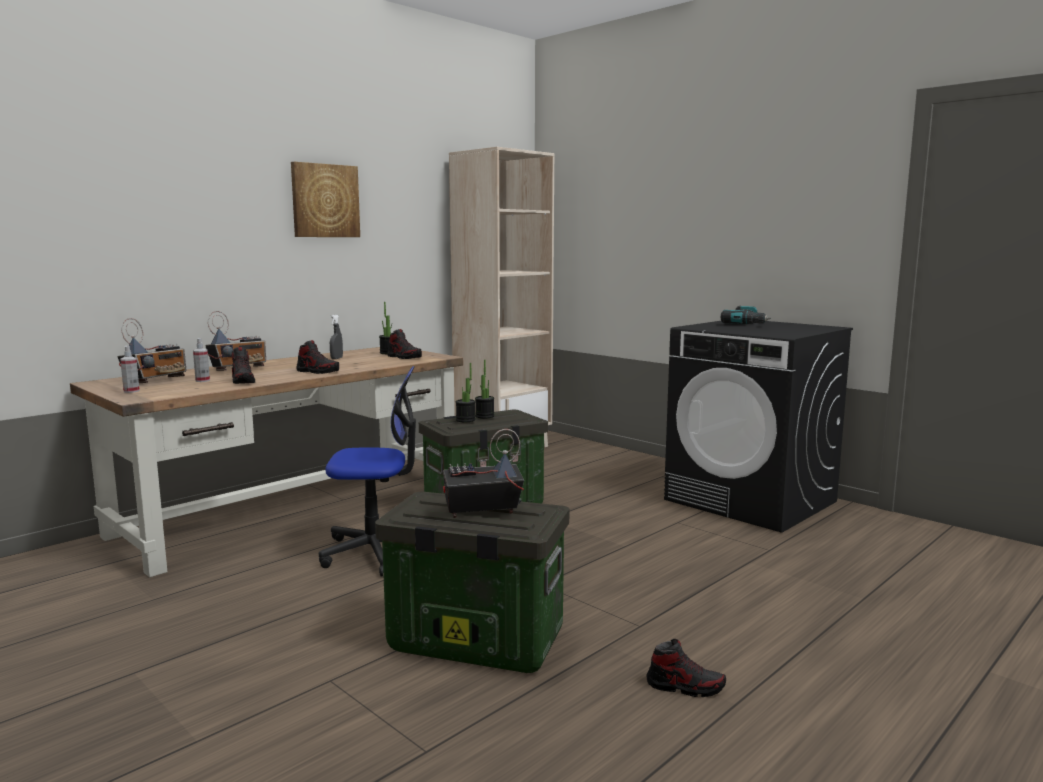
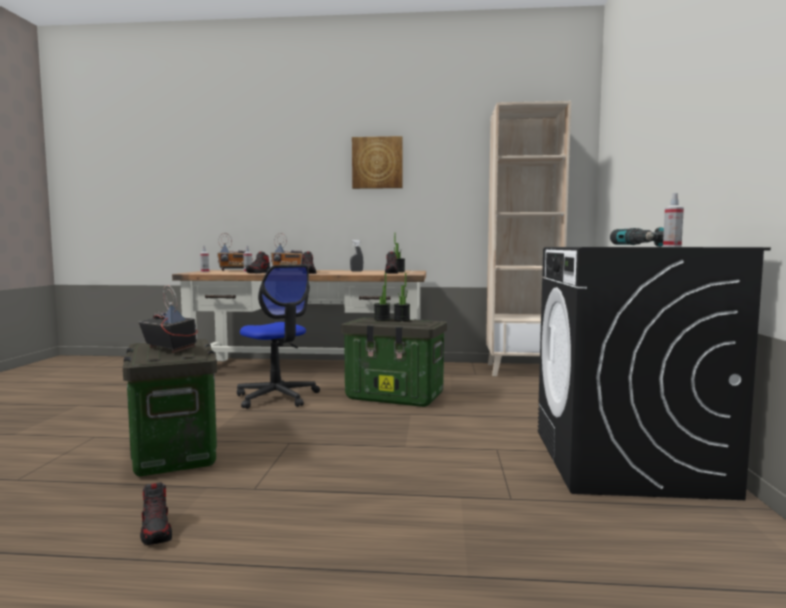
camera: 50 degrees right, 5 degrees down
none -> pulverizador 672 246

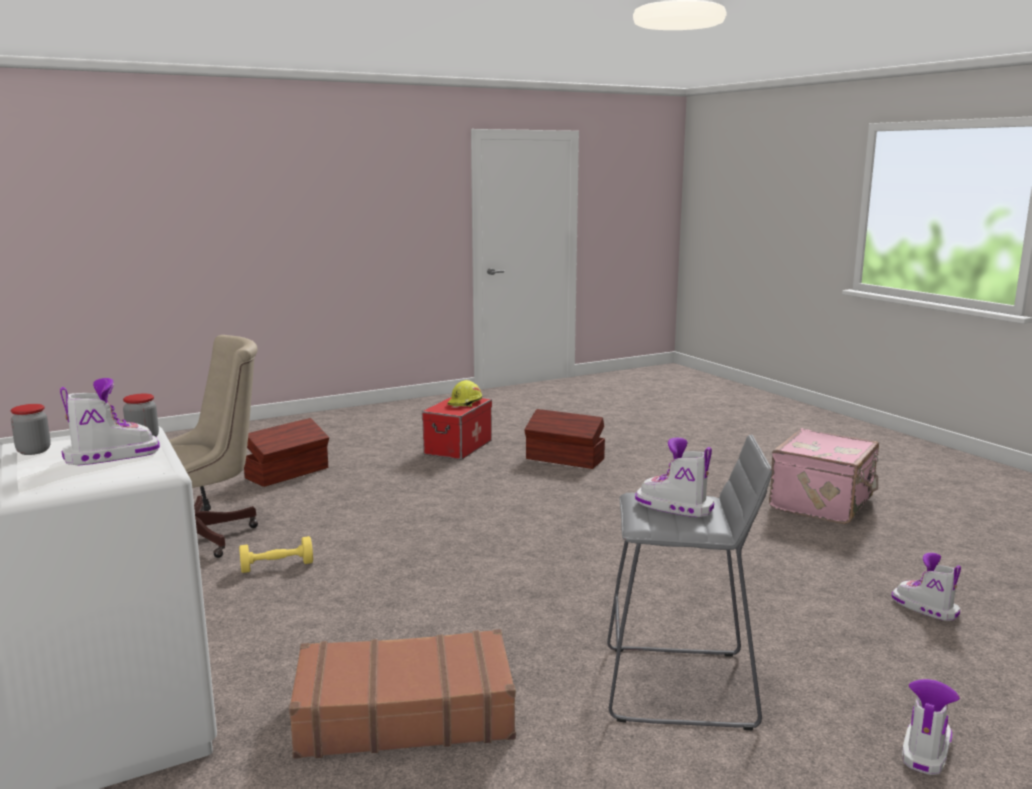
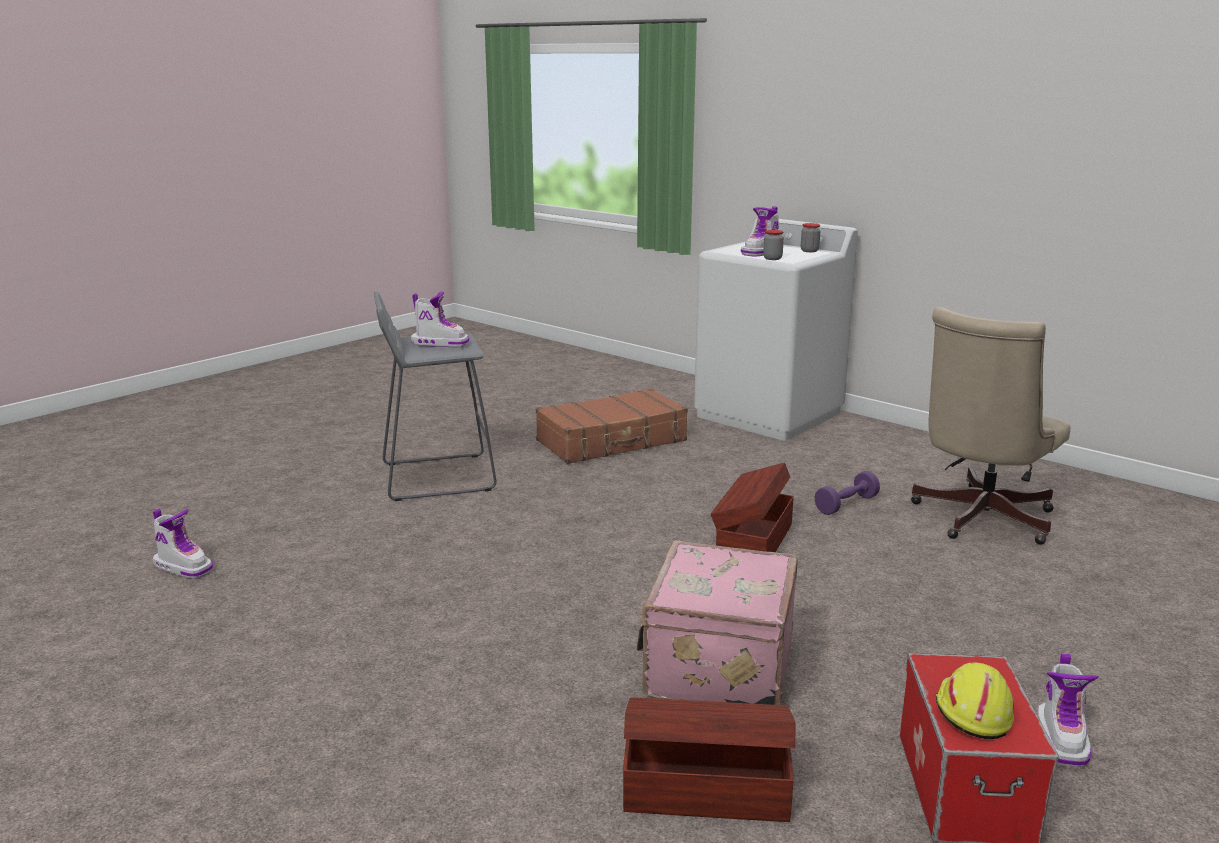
camera: 160 degrees right, 5 degrees up
caja de almacenaje [marrón] 288 473 -> caja de almacenaje [marrón] 752 542, shifted
maleta [rosa] 823 504 -> maleta [rosa] 716 668, shifted
bota 925 750 -> bota 1062 740, shifted
mancuerna [amarillo] 277 566 -> mancuerna [morado] 846 505

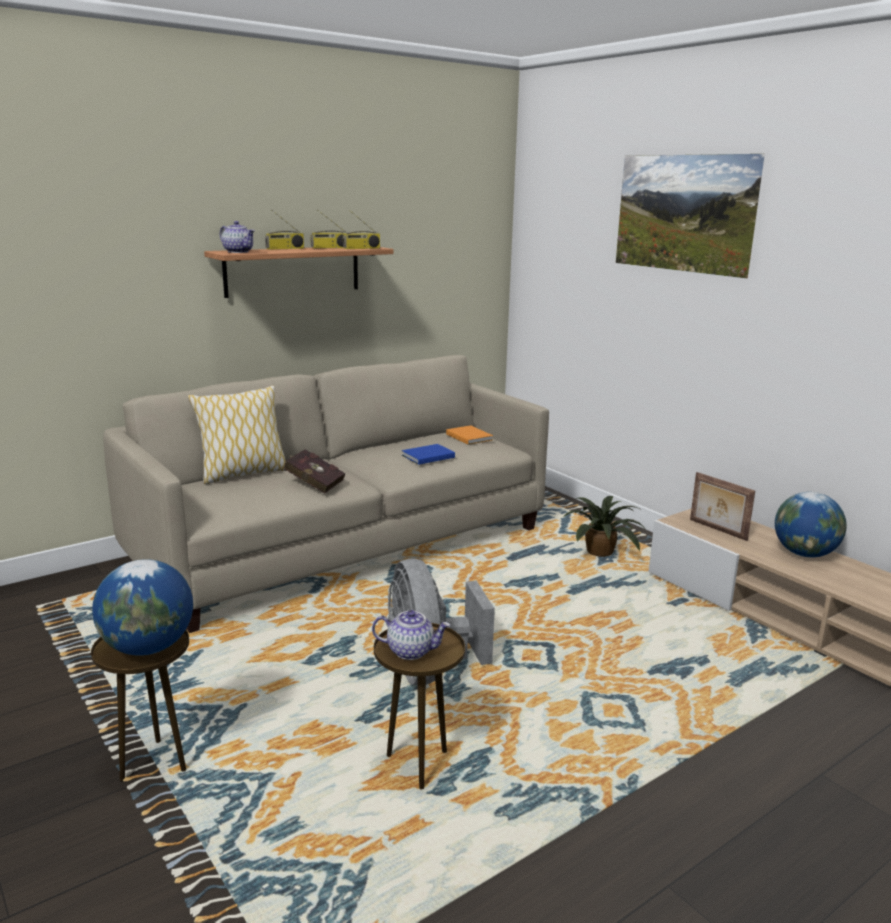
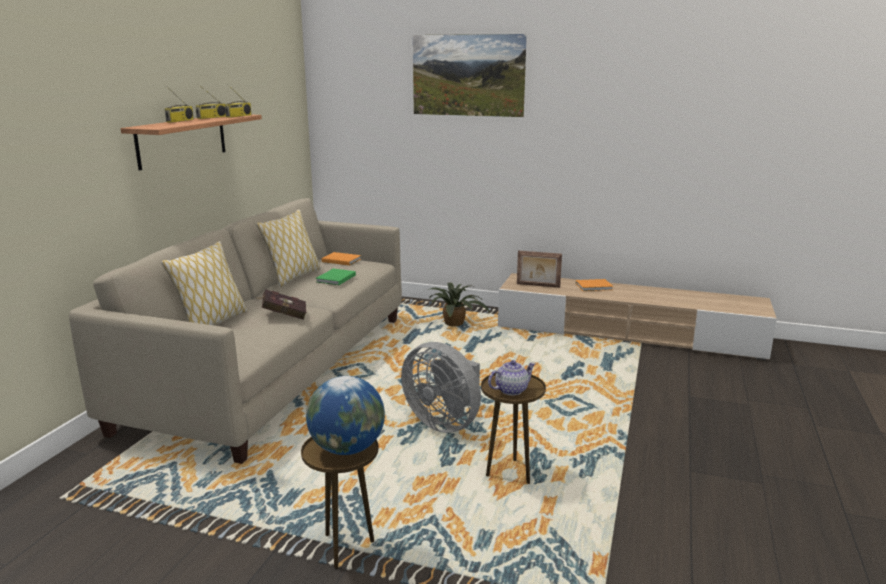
camera: 35 degrees left, 0 degrees up
tetera 238 252 -> none
none -> cojín 293 277
globo terráqueo 804 554 -> libro [naranja] 595 287
libro [azul] 426 456 -> libro [verde] 335 279

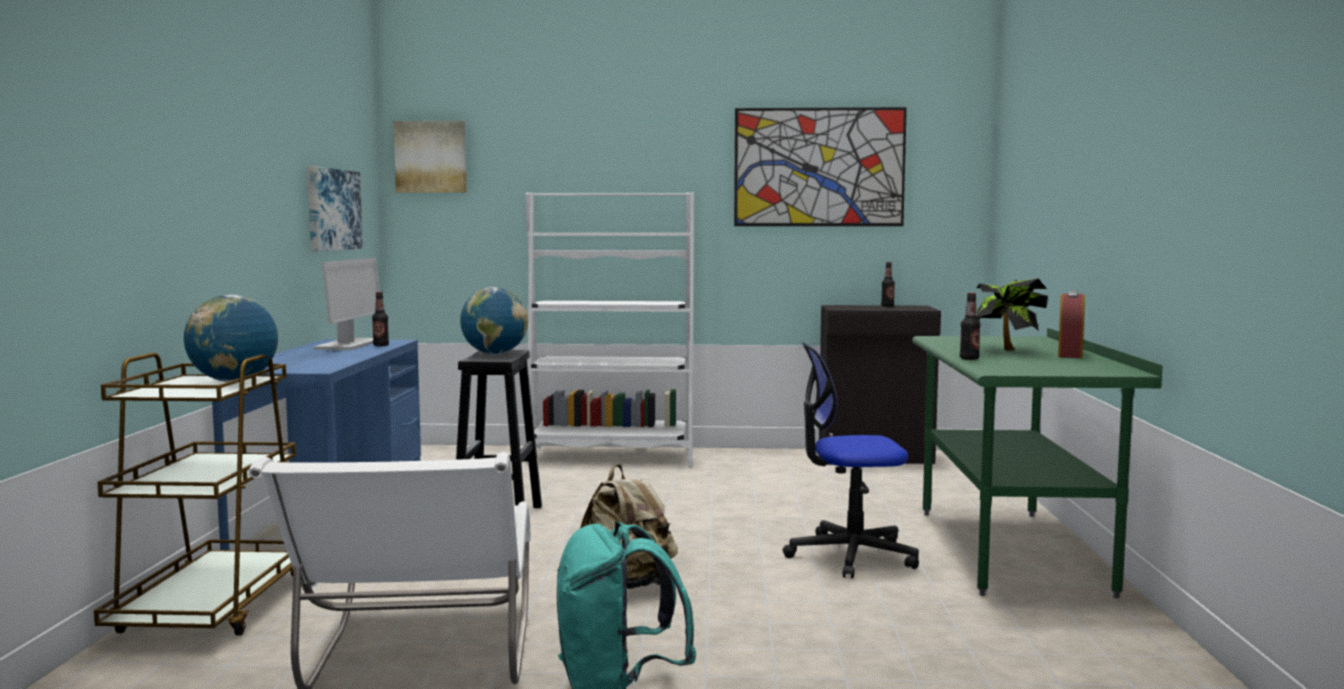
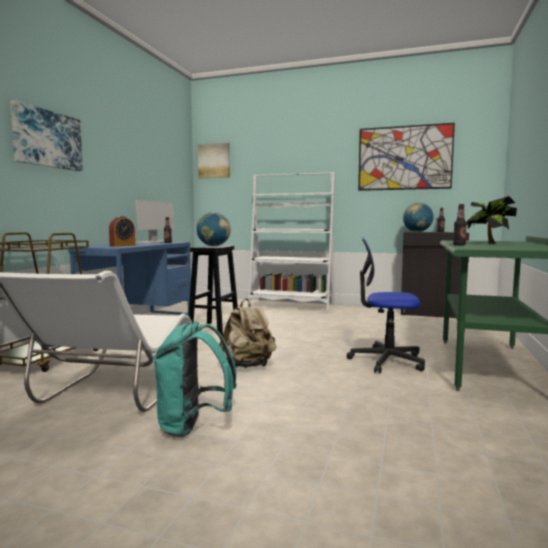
camera: 15 degrees right, 0 degrees up
globo terráqueo 234 381 -> globo terráqueo 417 232, shifted
cuadro 332 209 -> cuadro 47 139, shifted
despertador 1070 354 -> despertador 122 245, shifted

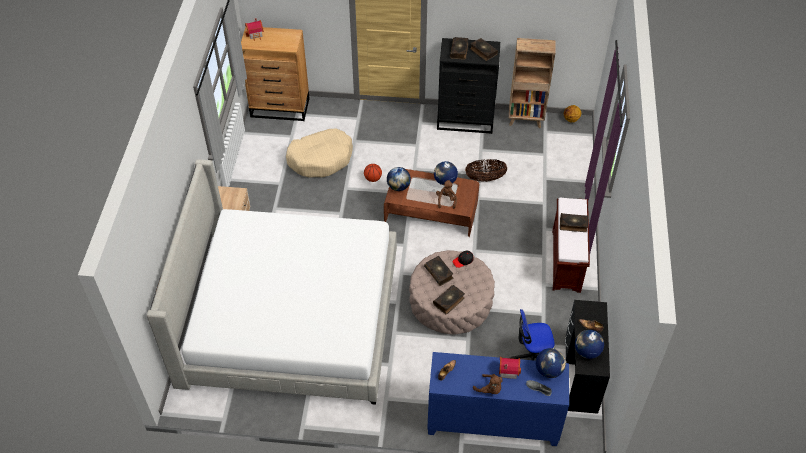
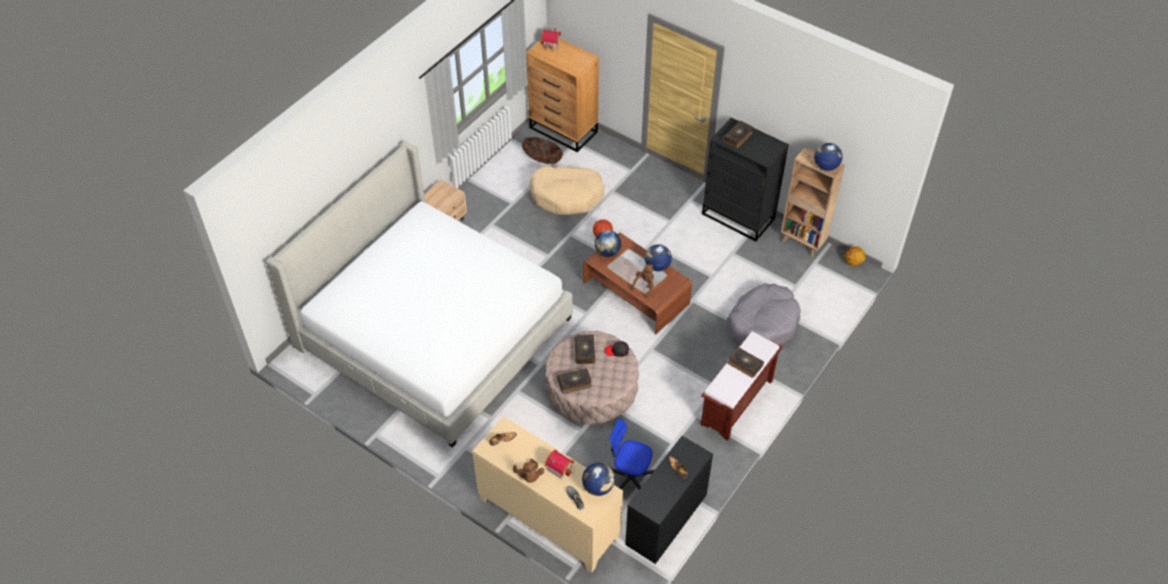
camera: 30 degrees right, 0 degrees up
libro 483 52 -> none
none -> cama para perro [gris] 762 324
cesta 485 178 -> cesta 542 159, shifted
globo terráqueo 587 351 -> globo terráqueo 825 166, shifted
armario [azul] 492 421 -> armario [beis] 548 518

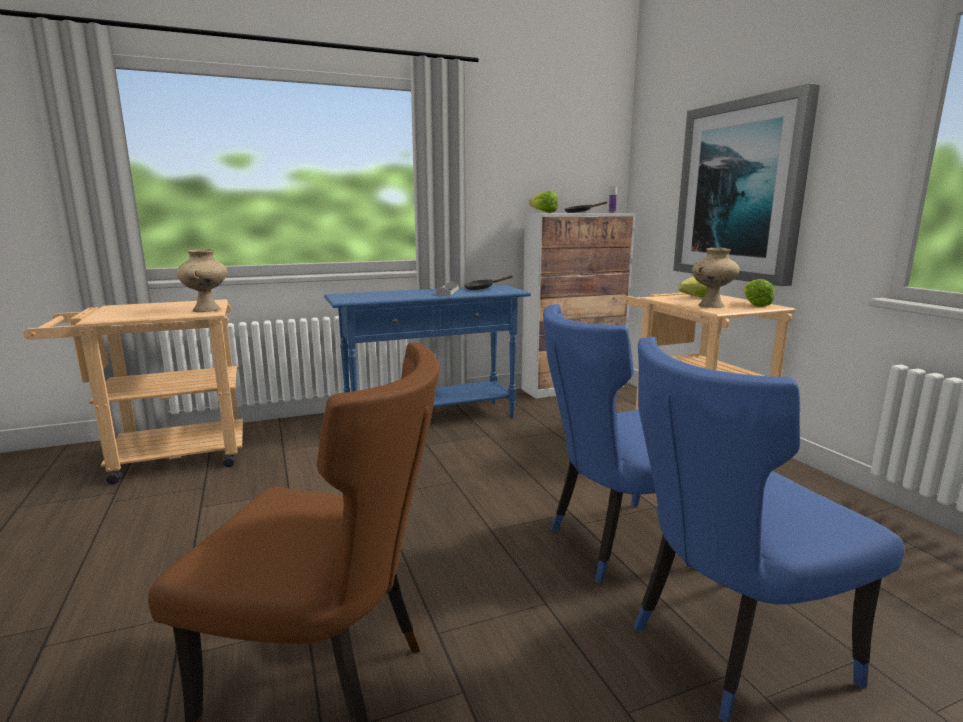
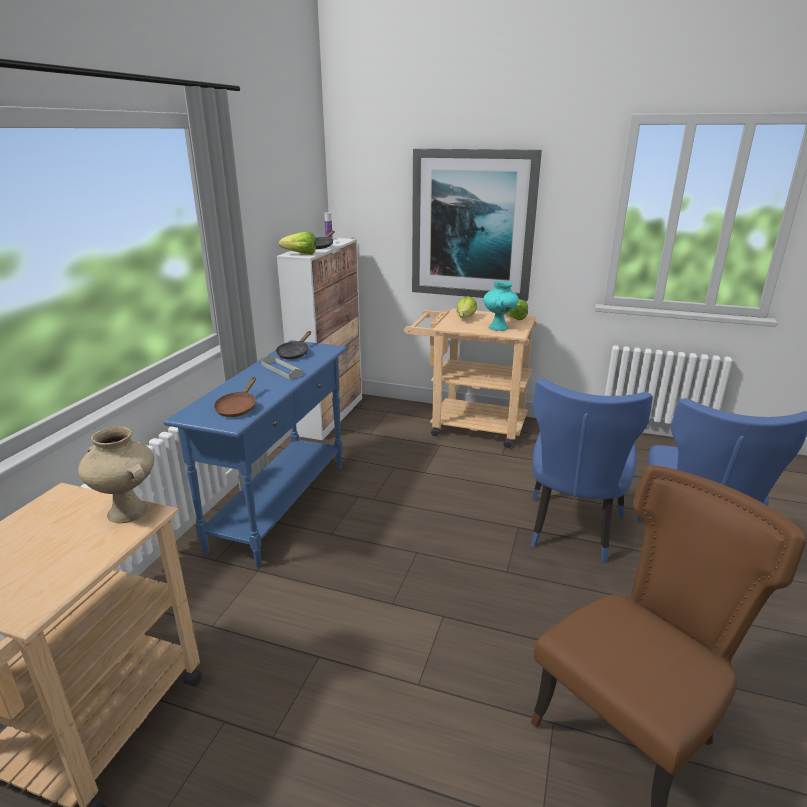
camera: 50 degrees left, 10 degrees up
none -> sartén [marrón] 238 408
florero [beis] 711 306 -> florero [turquesa] 499 328

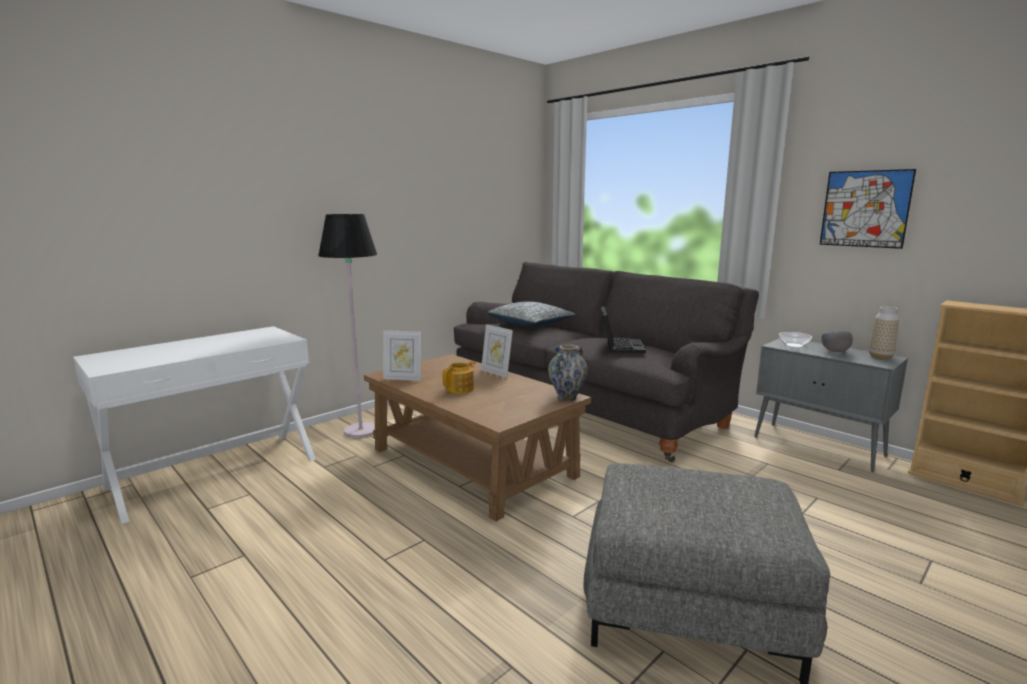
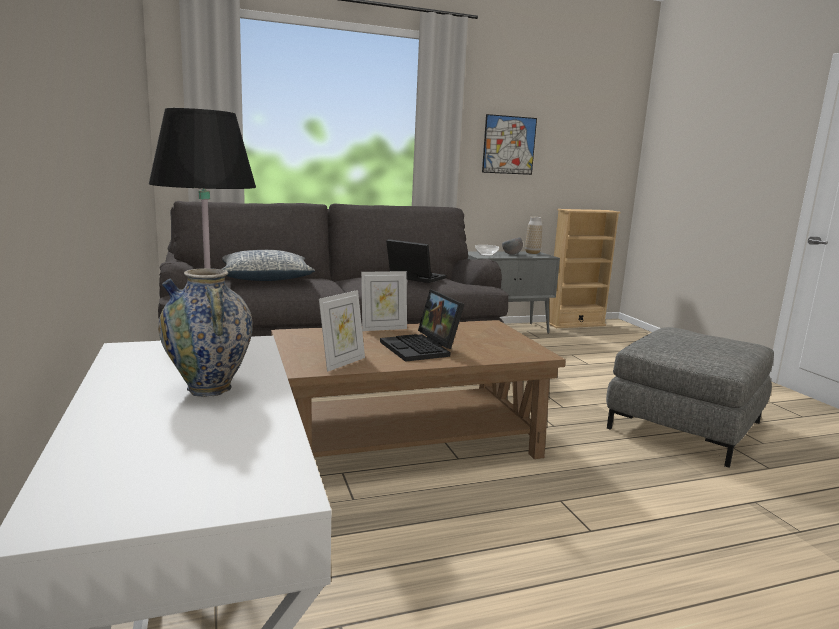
camera: 65 degrees left, 0 degrees up
florero 567 397 -> florero 209 388, shifted
tetera 460 389 -> portátil 422 349

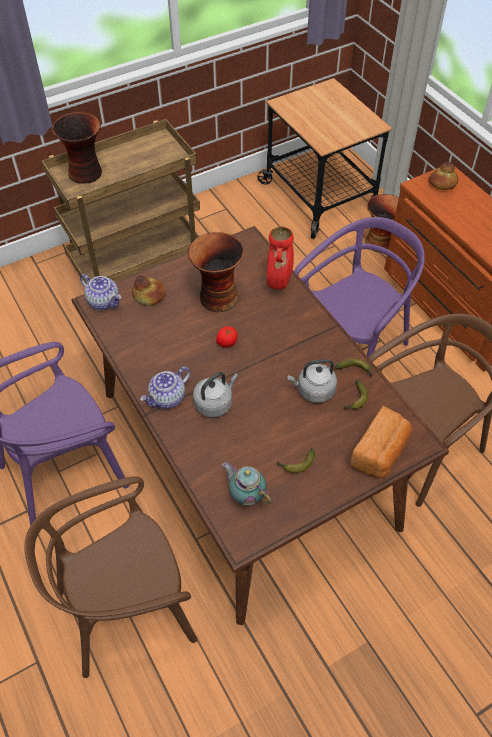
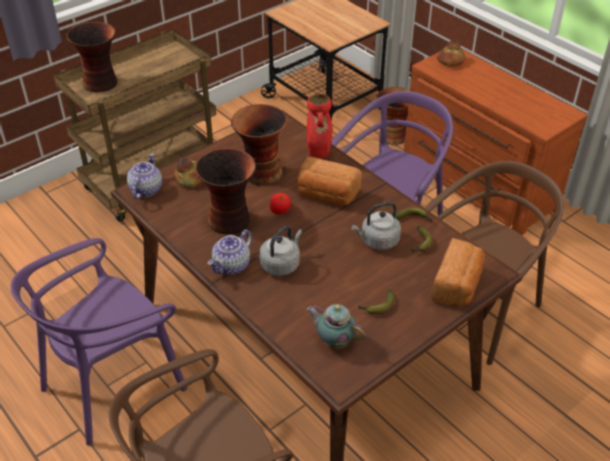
camera: 10 degrees left, 10 degrees down
none -> florero 231 220
none -> pan 327 195
tetera 104 301 -> tetera 145 189, 105 degrees counterclockwise

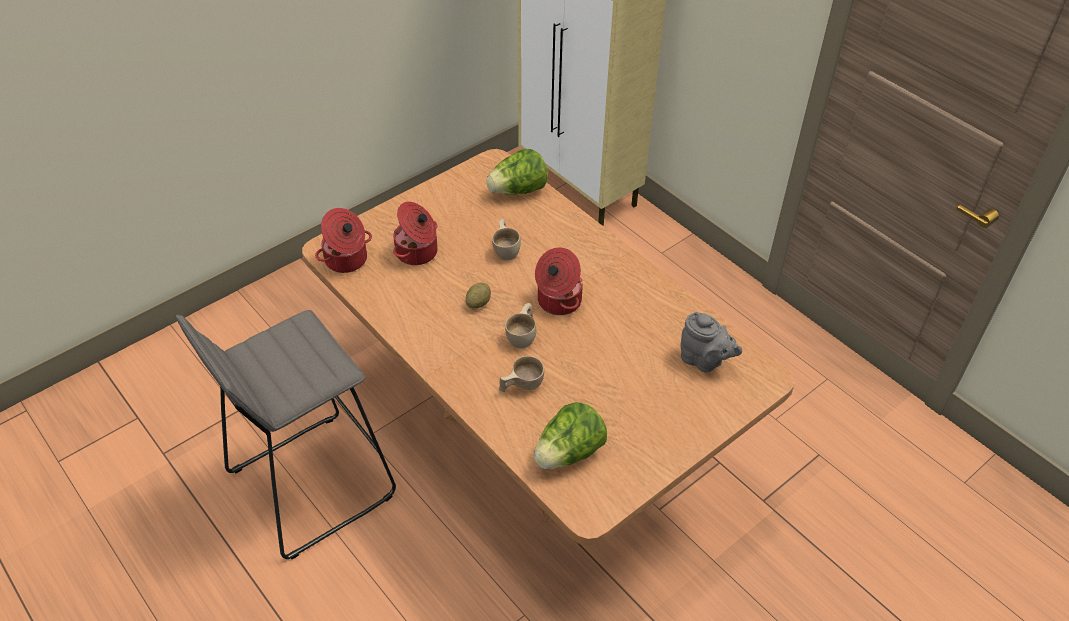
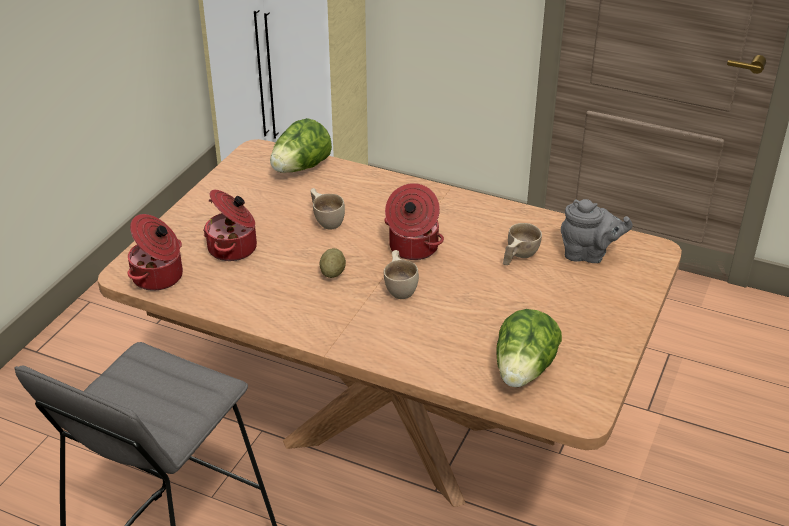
camera: 25 degrees left, 10 degrees down
taza [beis] 521 385 -> taza [beis] 518 256, shifted

